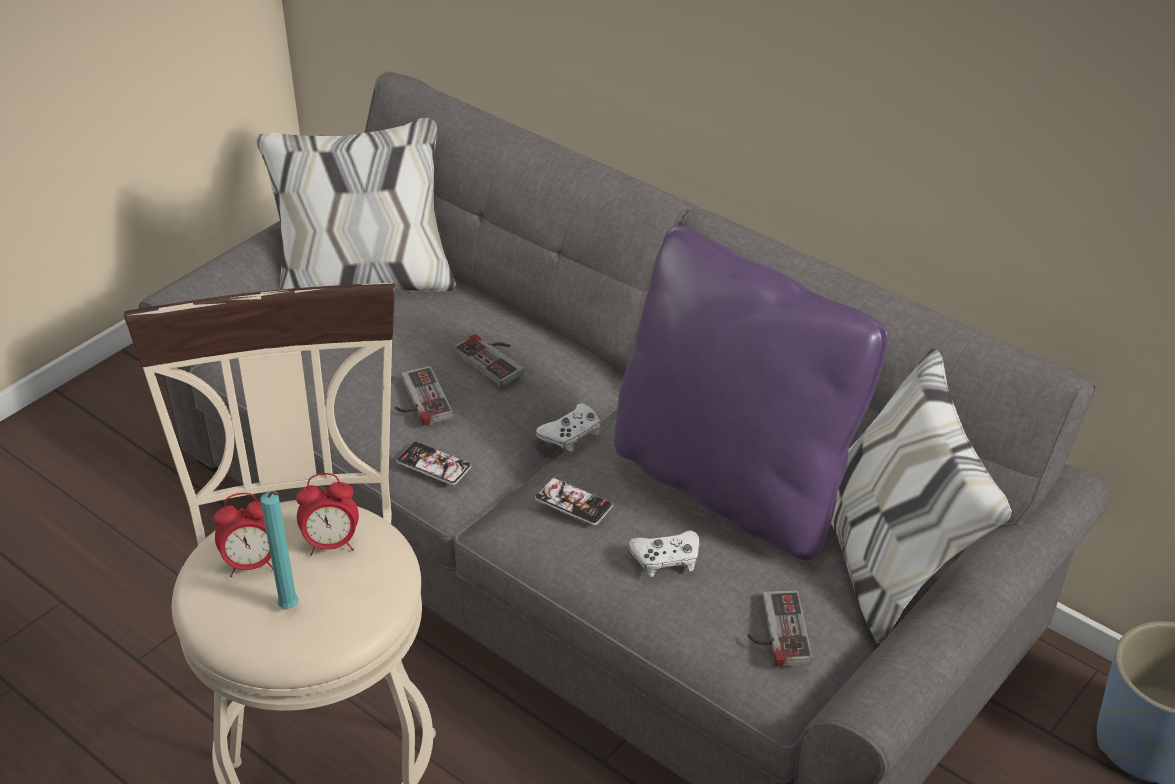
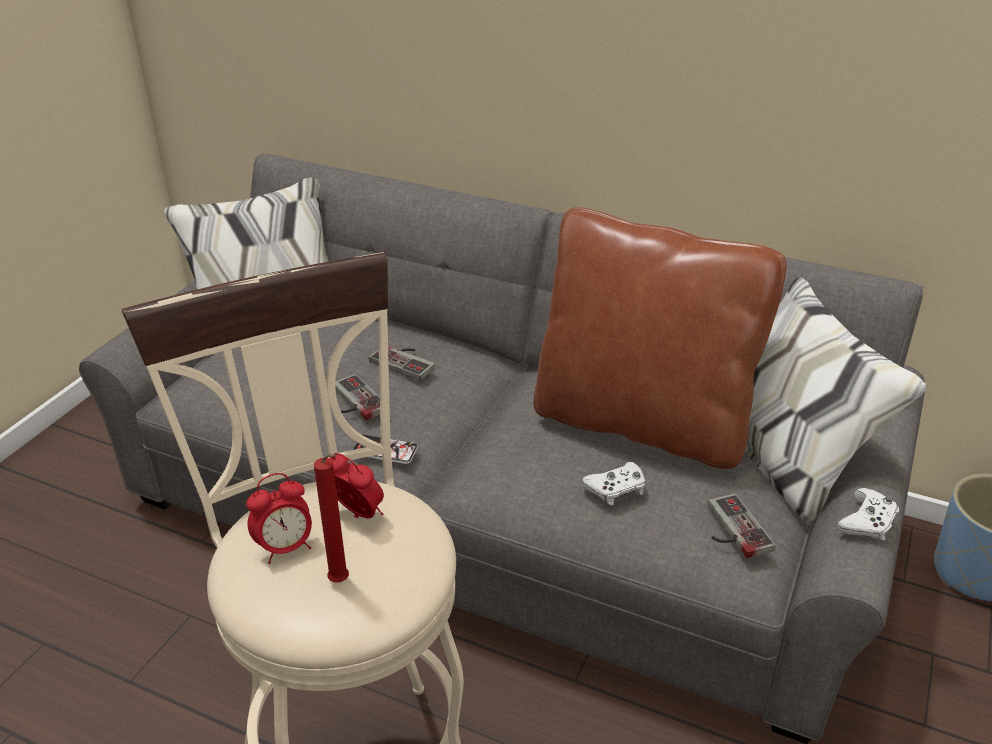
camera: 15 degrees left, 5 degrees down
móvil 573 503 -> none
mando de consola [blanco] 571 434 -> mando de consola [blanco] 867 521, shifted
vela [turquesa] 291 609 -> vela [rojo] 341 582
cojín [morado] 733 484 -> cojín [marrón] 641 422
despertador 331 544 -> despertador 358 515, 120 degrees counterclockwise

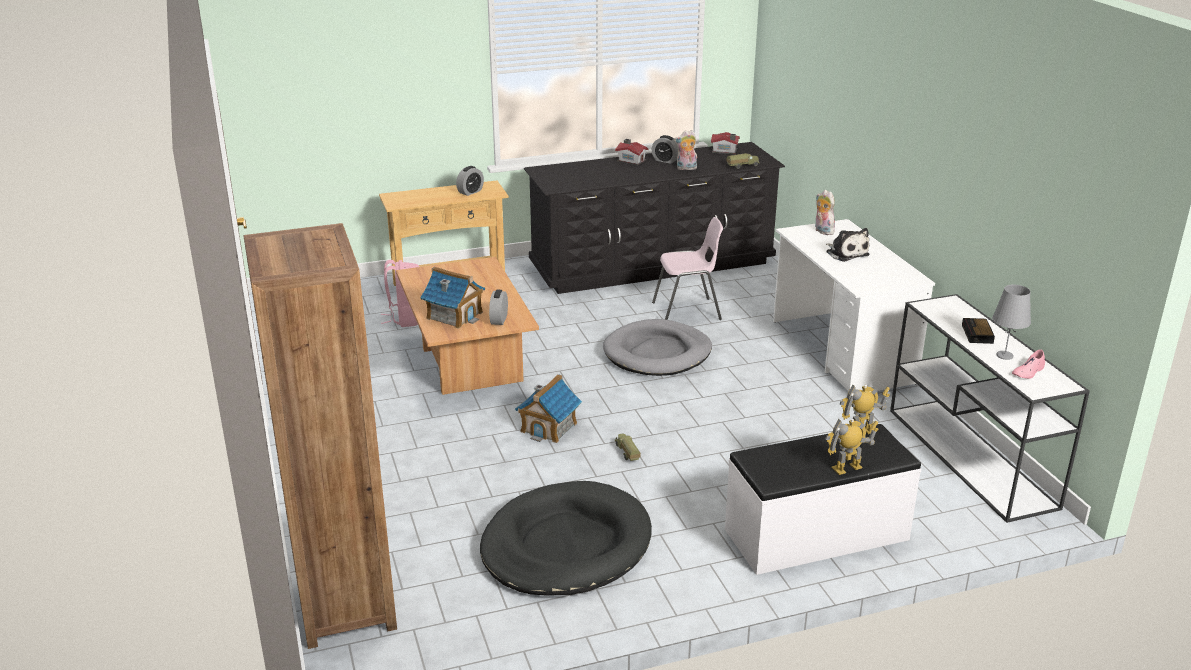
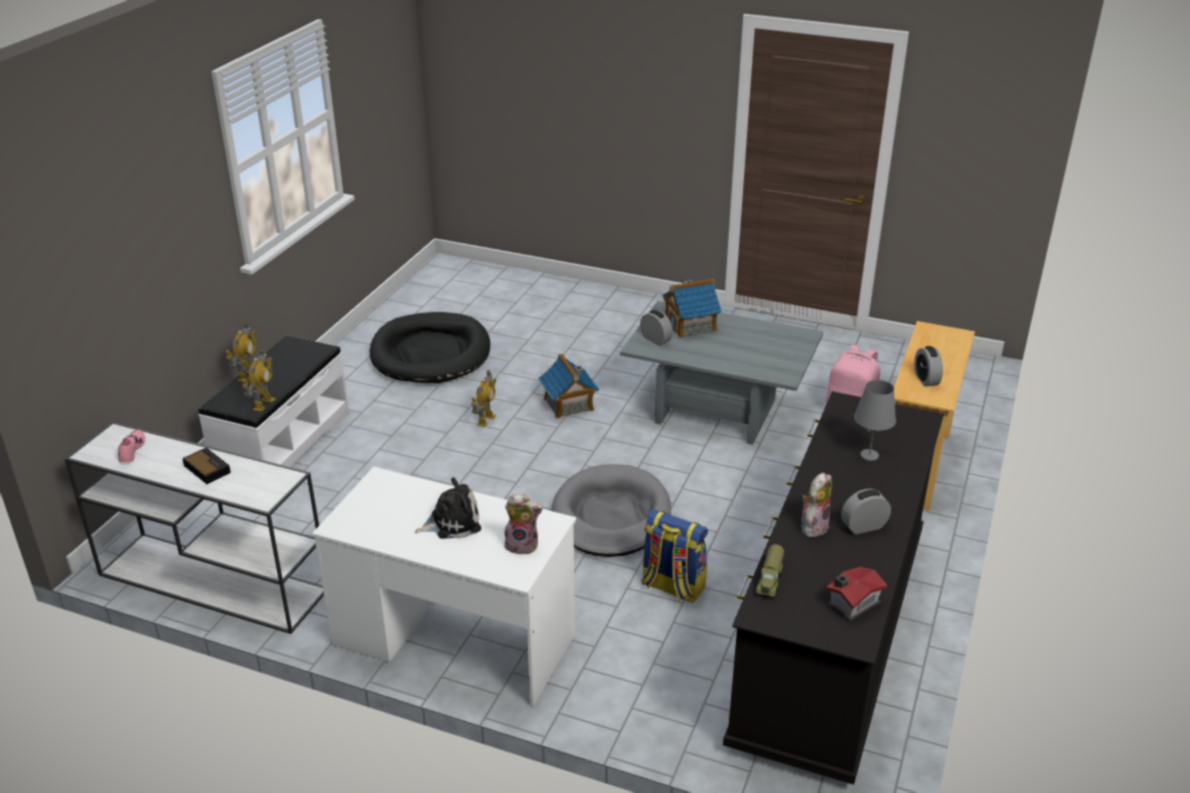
camera: 130 degrees right, 5 degrees up
estantería [marrón] 345 605 -> none
casita 631 160 -> none
lámpara de mesa [gris] 1004 355 -> lámpara de mesa [gris] 869 455, shifted
camión de juguete 627 453 -> robot de juguete 486 420
silla [rosa] 687 312 -> mochila 672 586
mesa de centro [marrón] 468 364 -> mesa de centro [gris] 718 409
peluche 846 253 -> peluche 452 522, 150 degrees clockwise

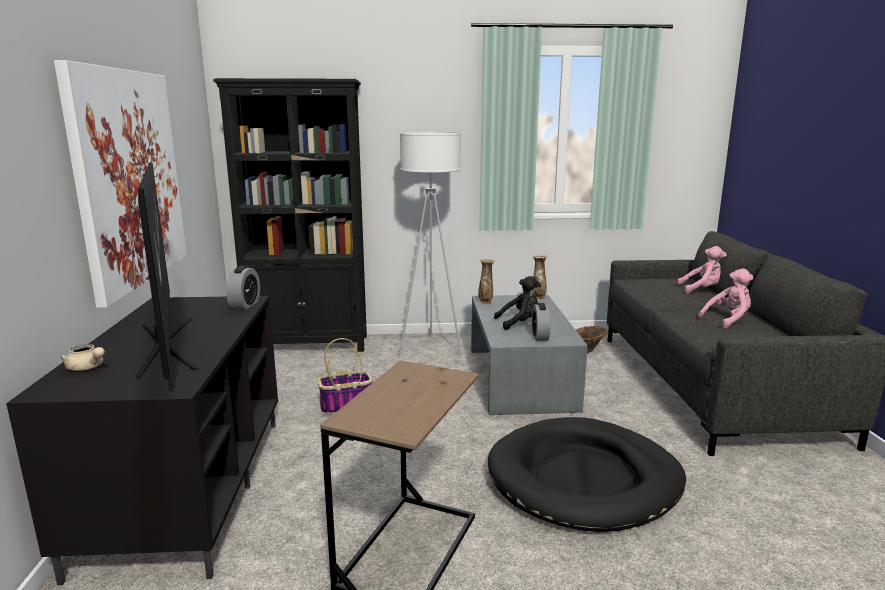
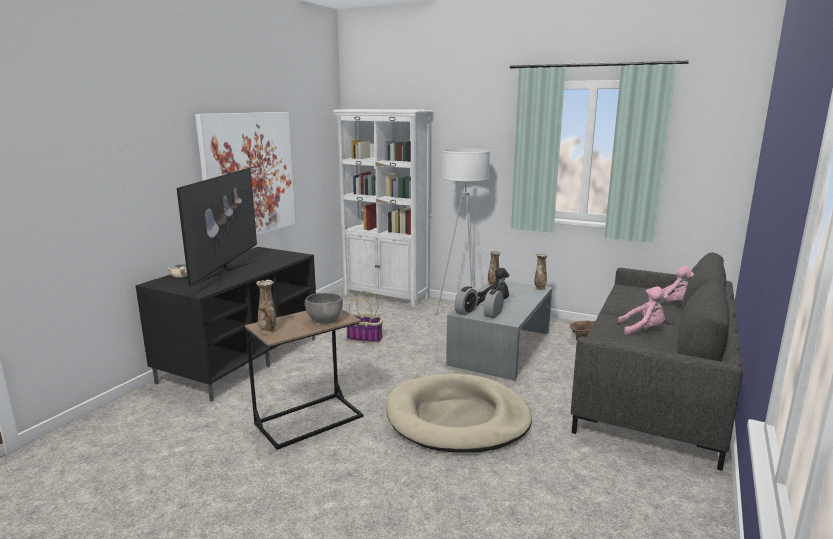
camera: 30 degrees right, 0 degrees up
none -> florero 268 331
none -> cuenco [gris] 325 320
despertador 245 305 -> despertador 466 311, shifted
estantería [negro] 309 344 -> estantería [blanco] 386 296
cama para perro [negro] 584 479 -> cama para perro [beis] 457 418

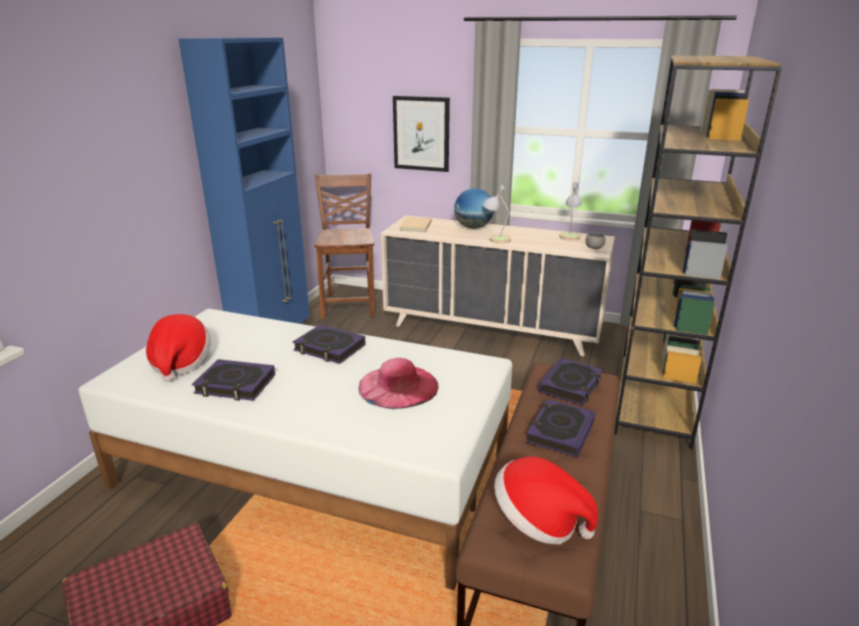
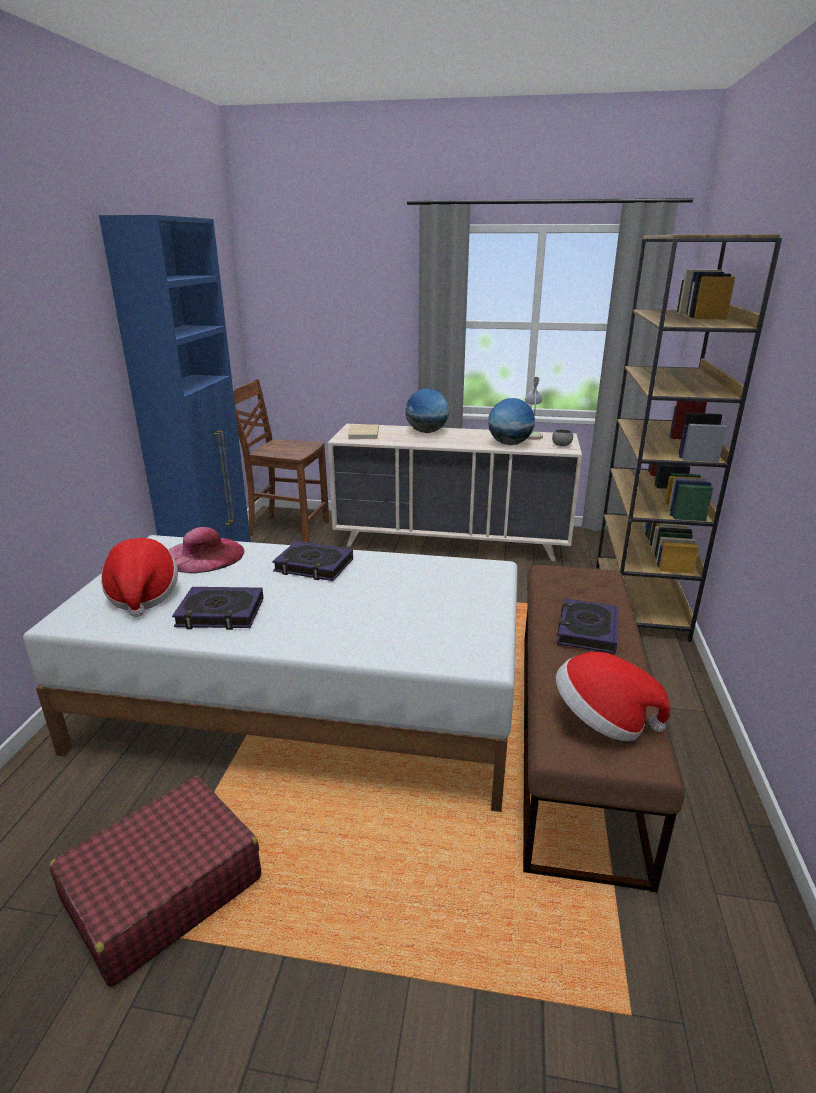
camera: 10 degrees left, 0 degrees up
cuadro 421 133 -> none
lámpara de mesa 496 239 -> none
libro 570 385 -> none
none -> globo terráqueo 509 444
sombrero [rosa] 398 386 -> sombrero [rosa] 204 555, shifted
silla [marrón] 350 305 -> silla [marrón] 287 528, 60 degrees counterclockwise

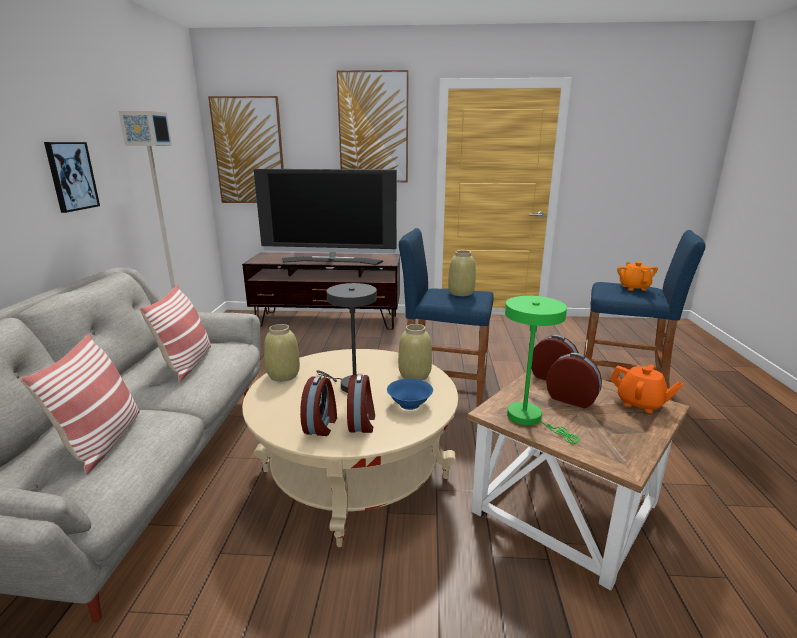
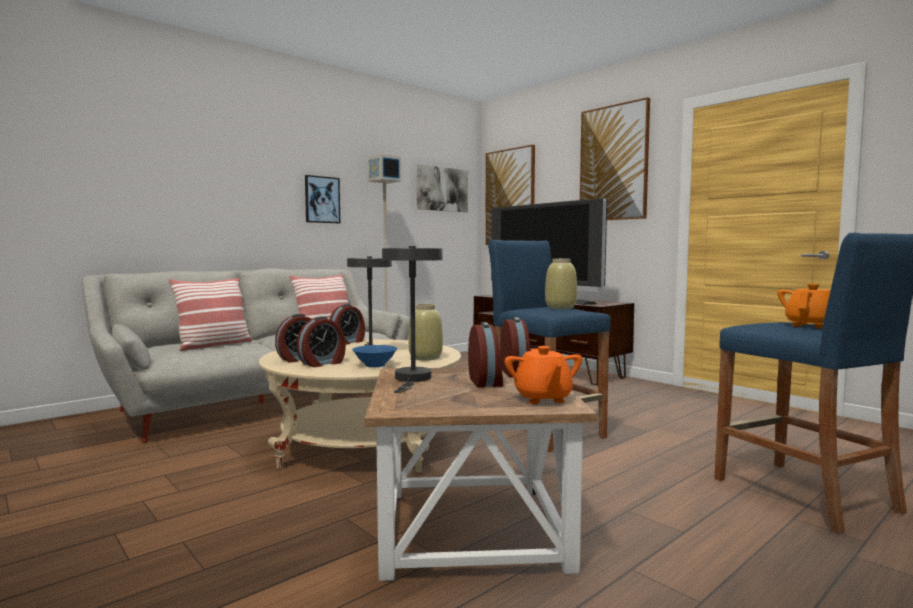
camera: 45 degrees right, 15 degrees down
none -> cuadro 442 189
florero [beis] 283 375 -> despertador 348 342
lámpara de mesa [verde] 530 418 -> lámpara de mesa [gris] 412 379

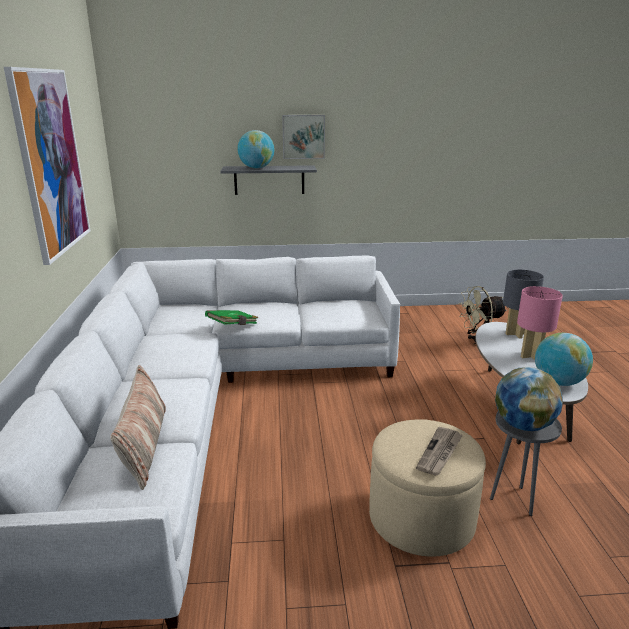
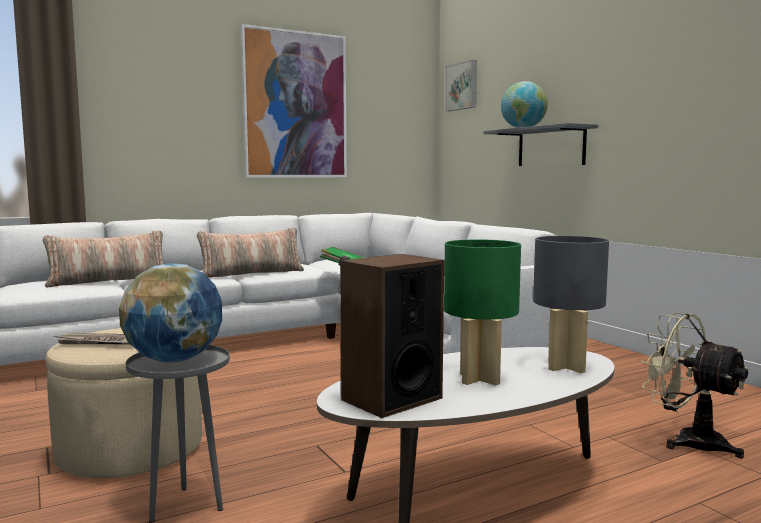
camera: 65 degrees right, 15 degrees down
none -> cojín 251 273
cuadro 303 136 -> cuadro 462 86, shifted
globo terráqueo 558 382 -> altavoz 391 399
lámpara de mesa [rosa] 530 356 -> lámpara de mesa [verde] 479 379

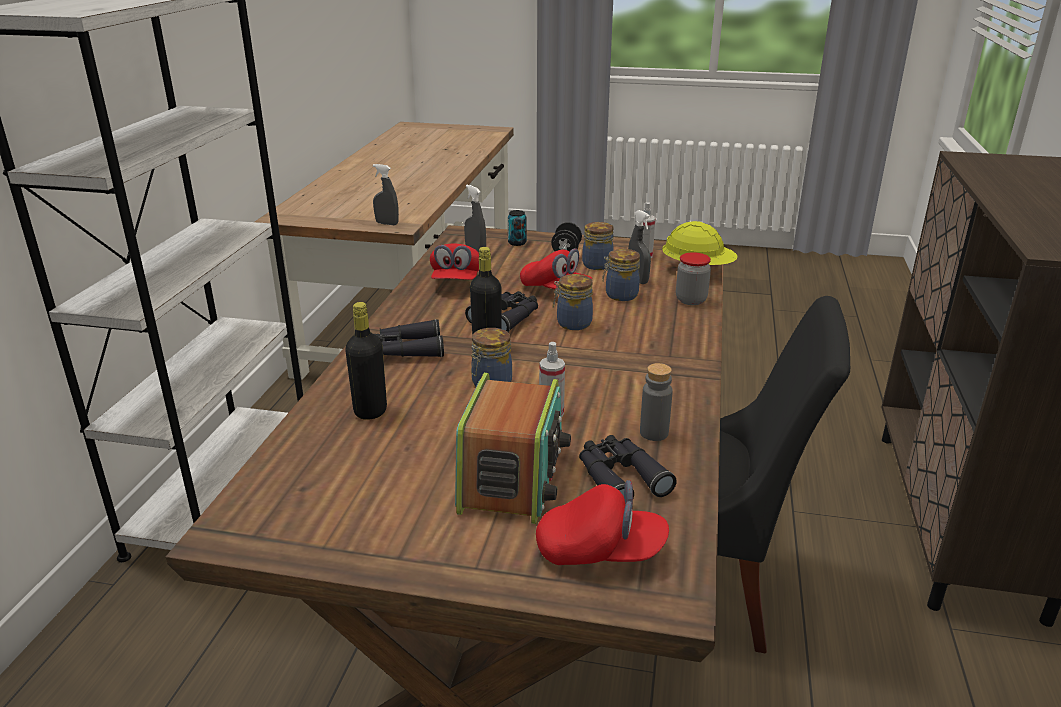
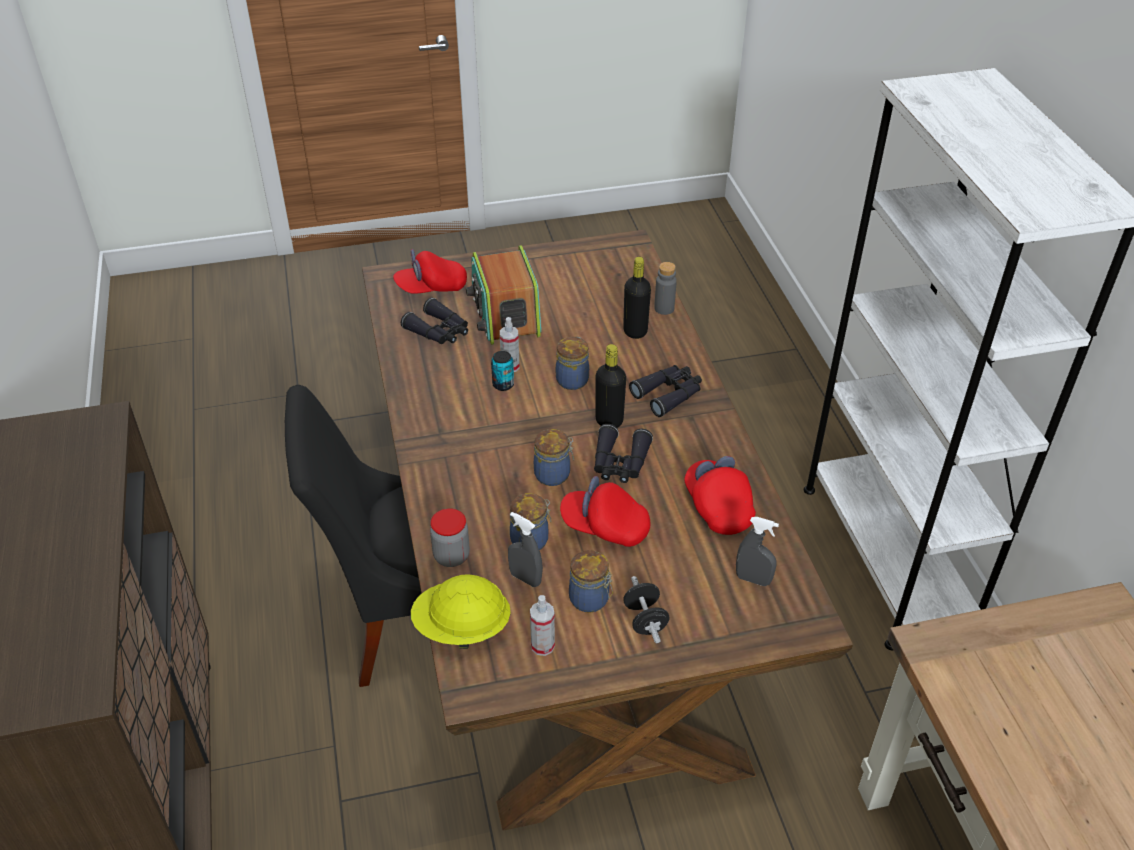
camera: 155 degrees right, 15 degrees up
pulverizador [gris] 387 223 -> none
lata 517 243 -> lata 503 385, shifted
botella [gris] 654 433 -> botella [gris] 664 308, shifted

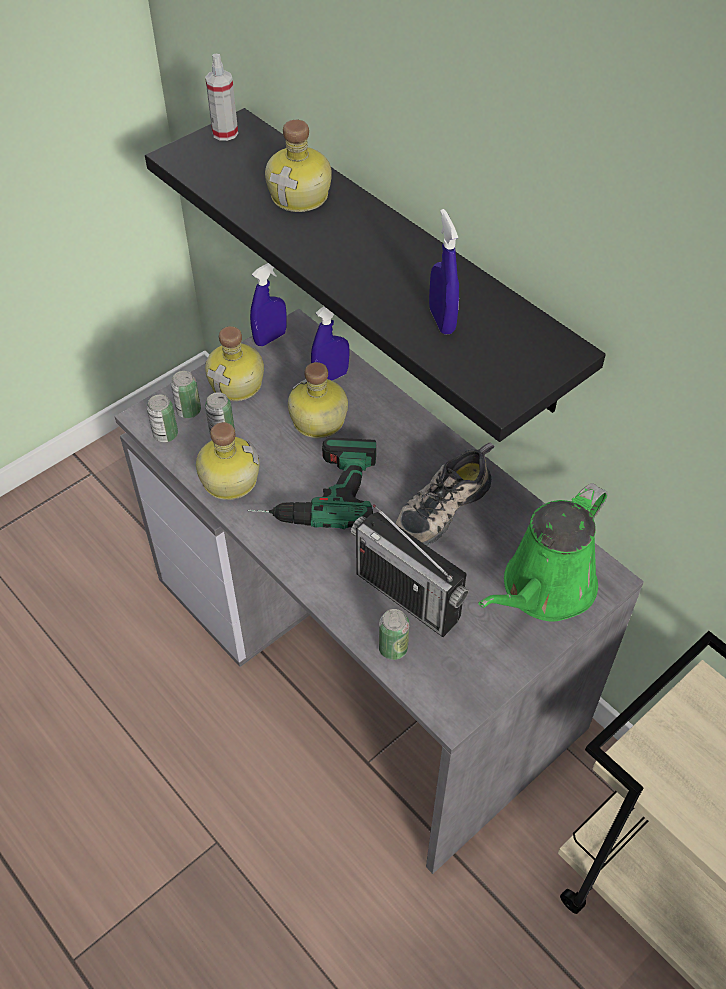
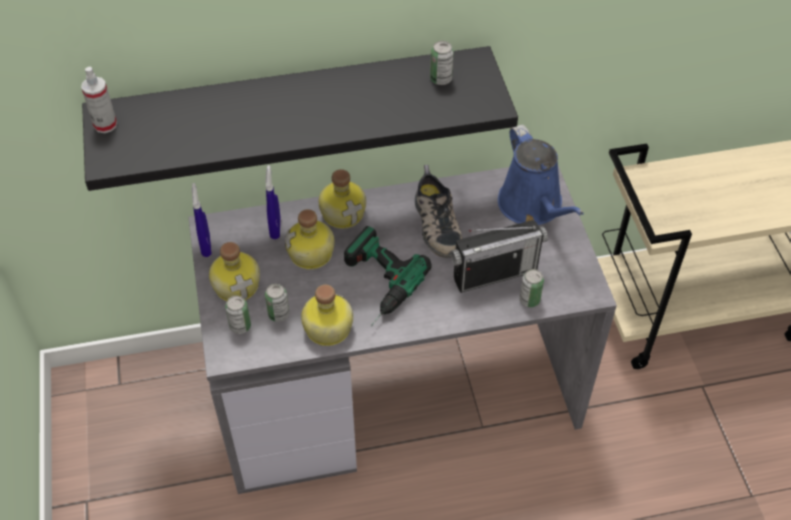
camera: 60 degrees left, 0 degrees up
pulverizador [azul] 441 320 -> none
lata 165 434 -> lata 441 79, shifted
botella 301 196 -> botella 343 212, shifted
regadera [verde] 544 590 -> regadera [azul] 533 206

